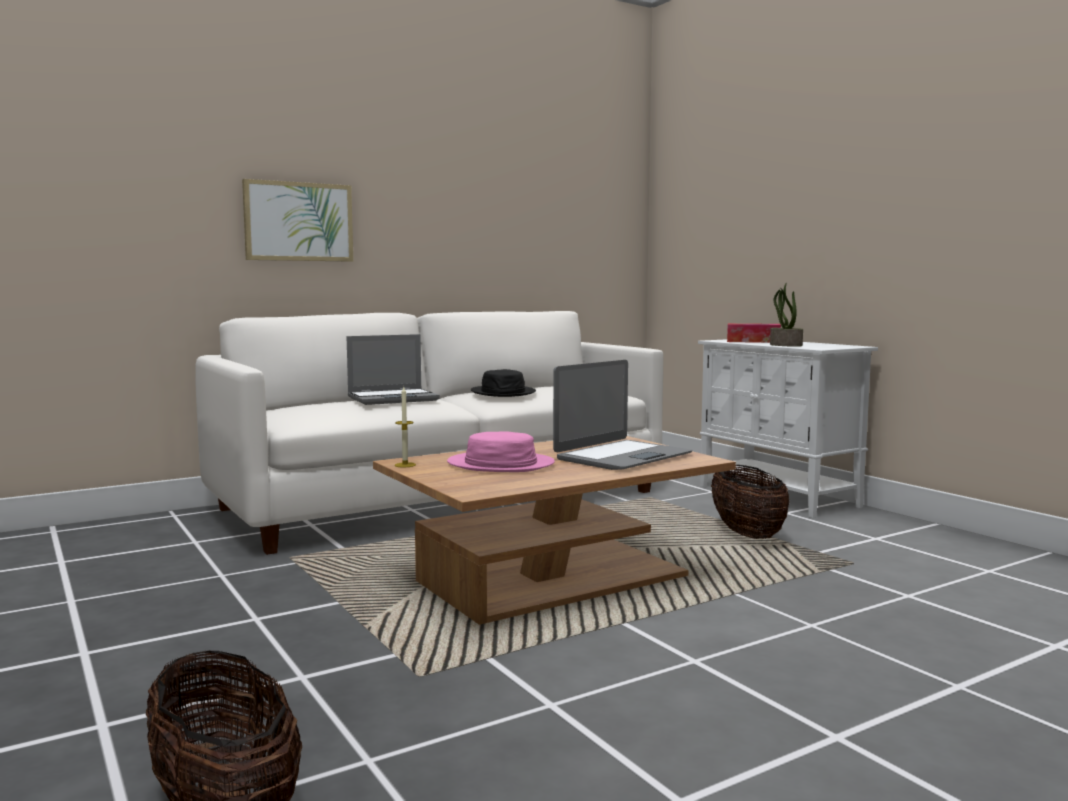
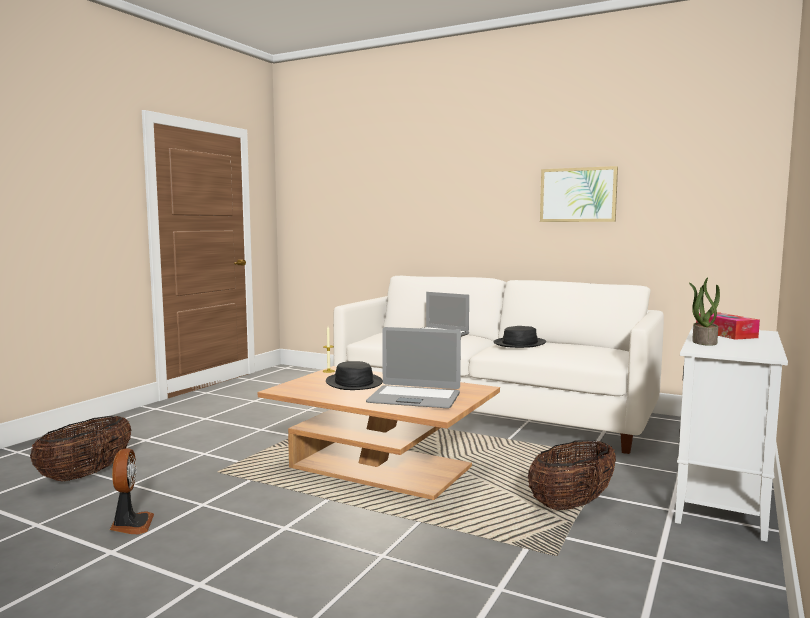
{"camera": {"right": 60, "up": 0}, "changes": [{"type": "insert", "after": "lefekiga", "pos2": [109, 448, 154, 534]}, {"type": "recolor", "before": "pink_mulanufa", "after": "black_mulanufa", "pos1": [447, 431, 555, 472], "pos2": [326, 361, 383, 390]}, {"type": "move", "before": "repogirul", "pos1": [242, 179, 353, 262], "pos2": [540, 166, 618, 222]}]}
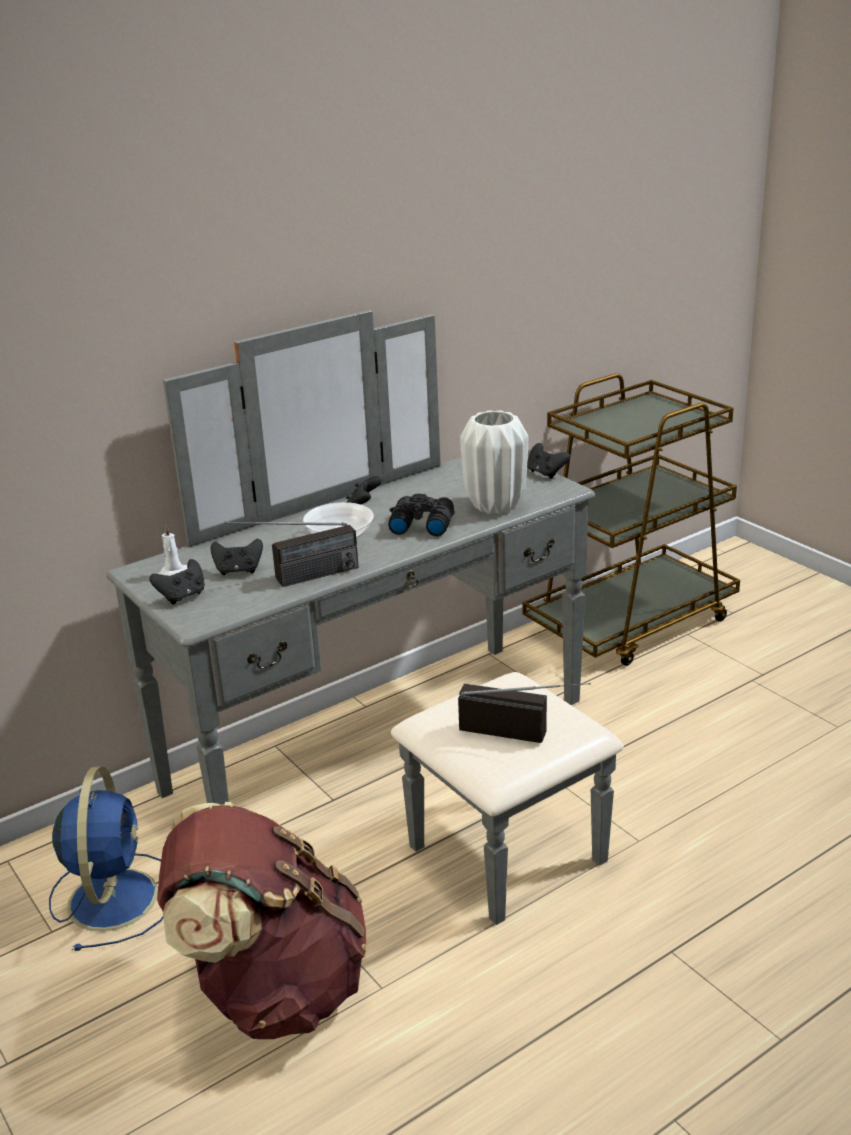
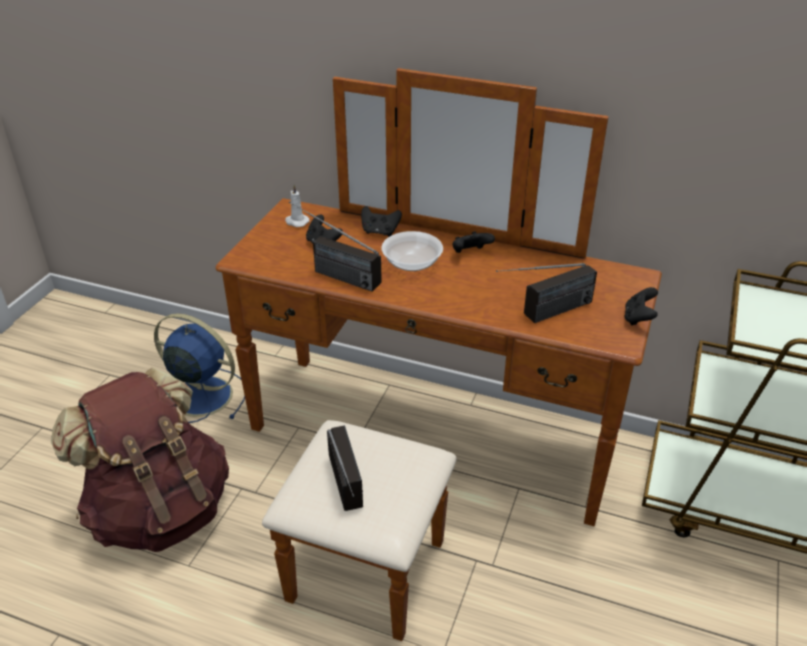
{"camera": {"right": 55, "up": 10}, "changes": [{"type": "rotate", "before": "blue_lefekiga", "pos1": [49, 766, 163, 951], "pos2": [154, 313, 245, 423], "turn": -120}, {"type": "recolor", "before": "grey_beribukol", "after": "brown_beribukol", "pos1": [106, 310, 624, 925], "pos2": [216, 68, 662, 641]}, {"type": "move", "before": "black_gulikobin", "pos1": [149, 559, 205, 604], "pos2": [361, 206, 402, 237]}, {"type": "replace", "before": "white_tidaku", "after": "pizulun", "pos1": [460, 410, 528, 514], "pos2": [496, 263, 597, 323]}, {"type": "delete", "before": "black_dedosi", "pos1": [389, 494, 455, 536]}]}
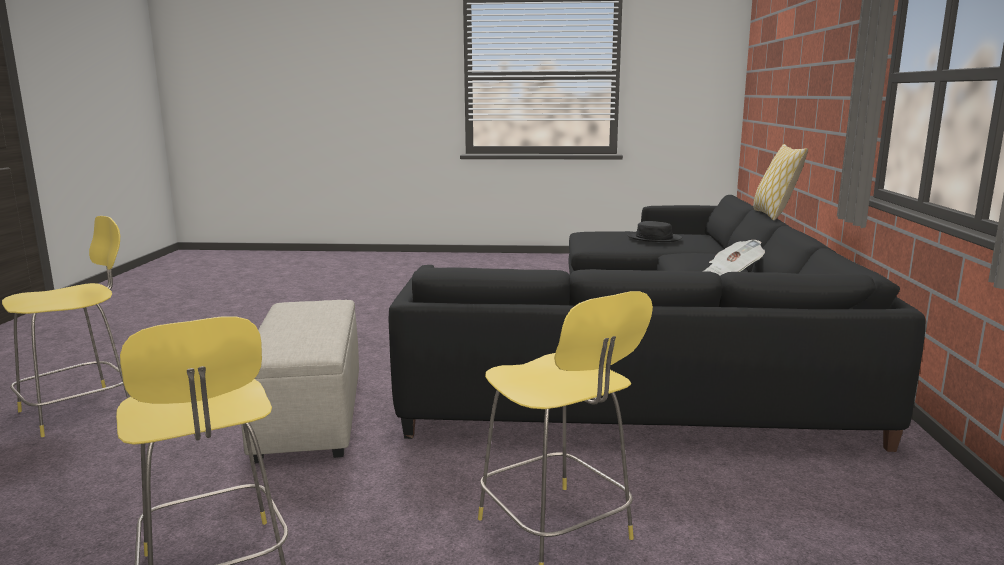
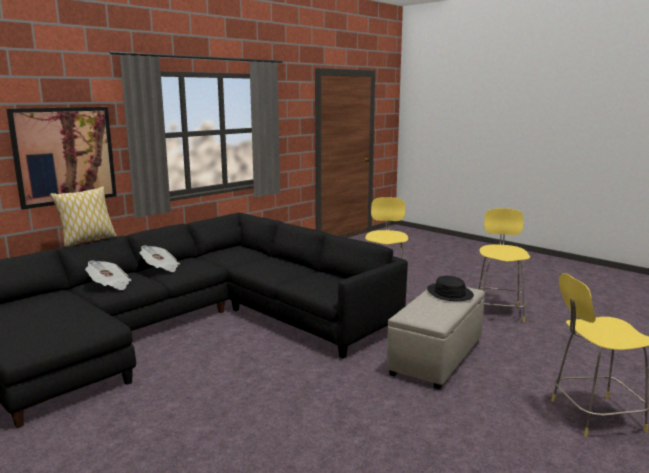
{"camera": {"right": -140, "up": 0}, "changes": [{"type": "insert", "after": "repogirul", "pos2": [7, 107, 117, 209]}, {"type": "insert", "after": "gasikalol", "pos2": [85, 261, 131, 290]}, {"type": "move", "before": "black_mulanufa", "pos1": [627, 221, 682, 242], "pos2": [427, 276, 474, 301]}]}
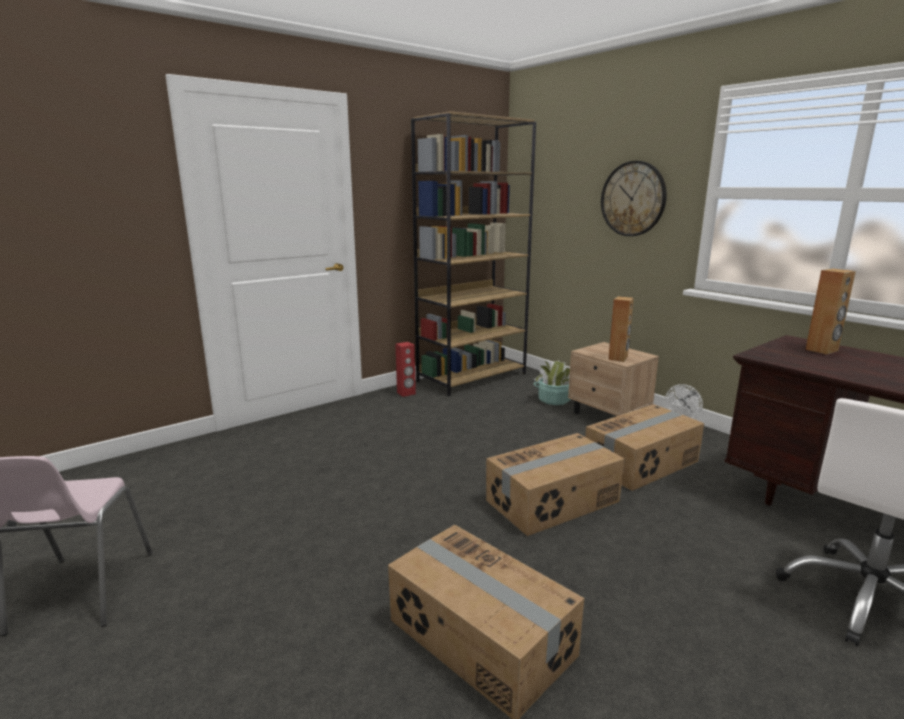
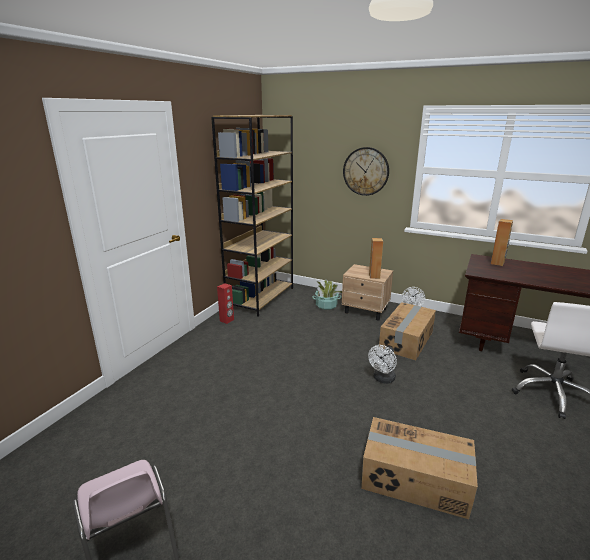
{"camera": {"right": -25, "up": 5}, "changes": [{"type": "replace", "before": "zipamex", "after": "white_lefekiga", "pos1": [486, 433, 625, 536], "pos2": [368, 345, 397, 384]}]}
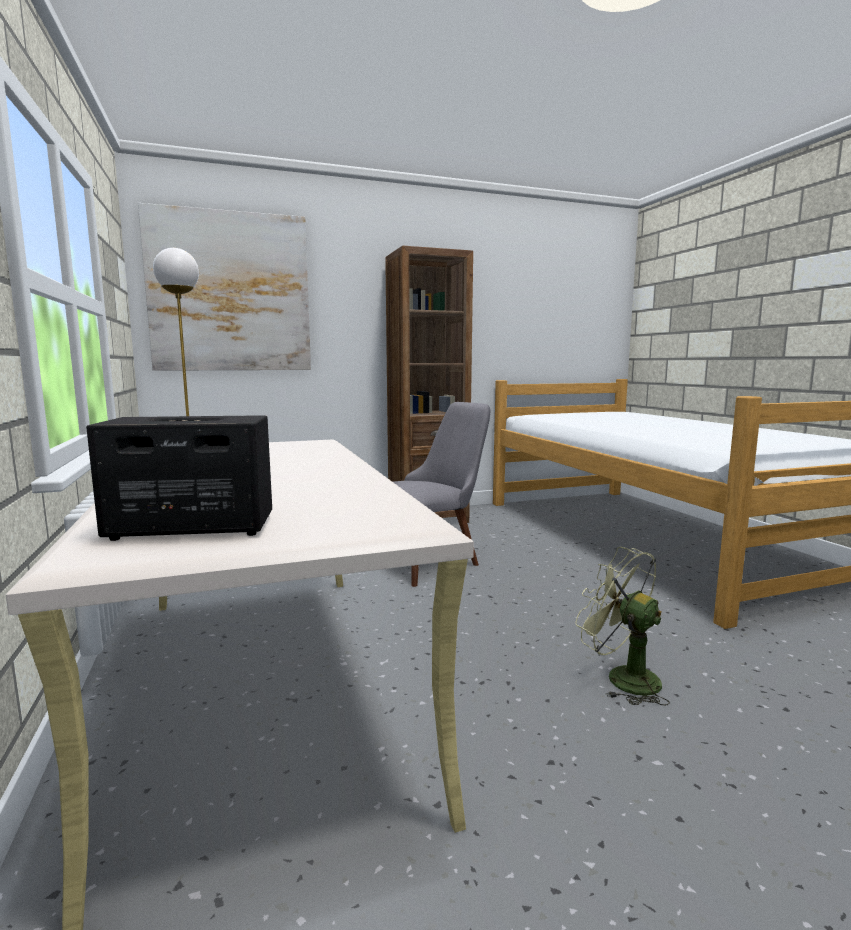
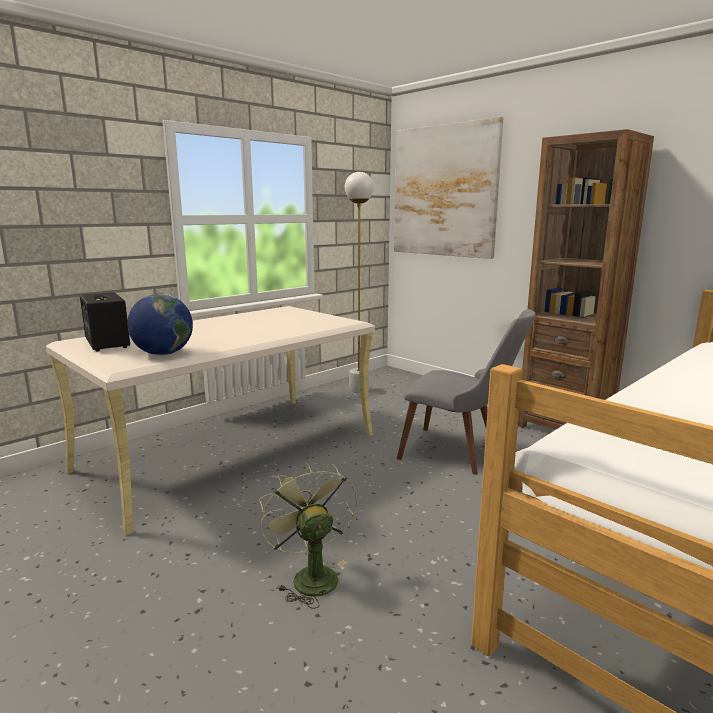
{"camera": {"right": 65, "up": 5}, "changes": [{"type": "insert", "after": "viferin", "pos2": [127, 294, 193, 355]}, {"type": "rotate", "before": "green_lefekiga", "pos1": [575, 547, 670, 705], "pos2": [259, 462, 357, 609], "turn": -45}]}
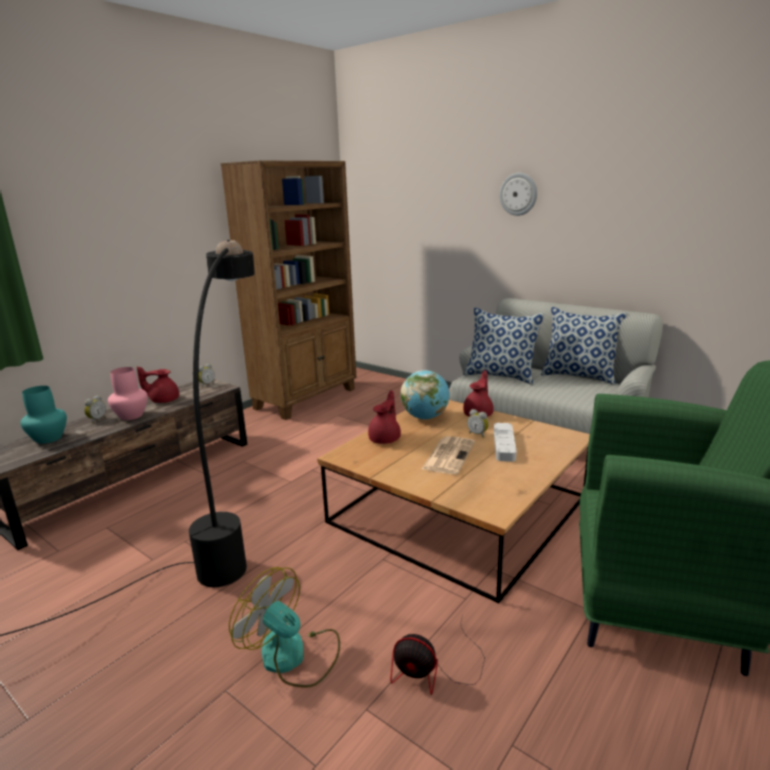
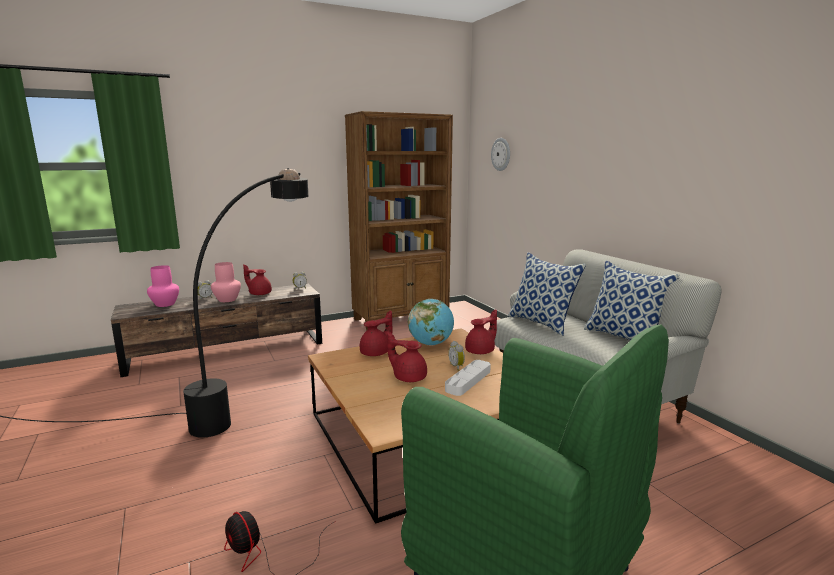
{"camera": {"right": 25, "up": -5}, "changes": [{"type": "recolor", "before": "turquoise_tidaku", "after": "pink_tidaku", "pos1": [20, 386, 67, 444], "pos2": [147, 265, 179, 307]}, {"type": "replace", "before": "gasikalol", "after": "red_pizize", "pos1": [422, 436, 475, 475], "pos2": [387, 332, 427, 382]}, {"type": "move", "before": "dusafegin", "pos1": [499, 173, 537, 216], "pos2": [491, 138, 510, 171]}, {"type": "delete", "before": "lefekiga", "pos1": [229, 567, 340, 688]}]}
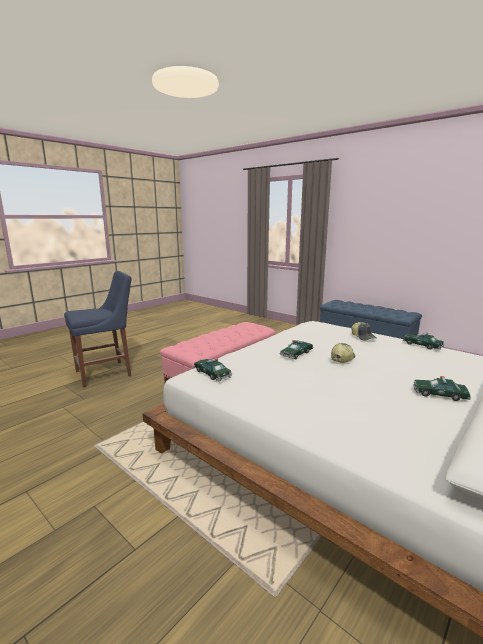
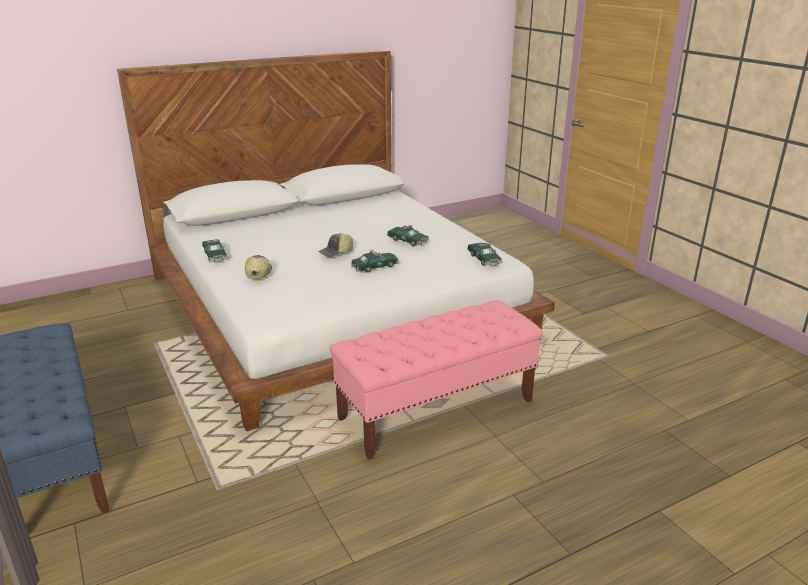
{"camera": {"right": -160, "up": 10}, "changes": [{"type": "move", "before": "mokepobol", "pos1": [413, 376, 471, 401], "pos2": [387, 225, 429, 247]}, {"type": "delete", "before": "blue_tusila", "pos1": [64, 271, 131, 387]}]}
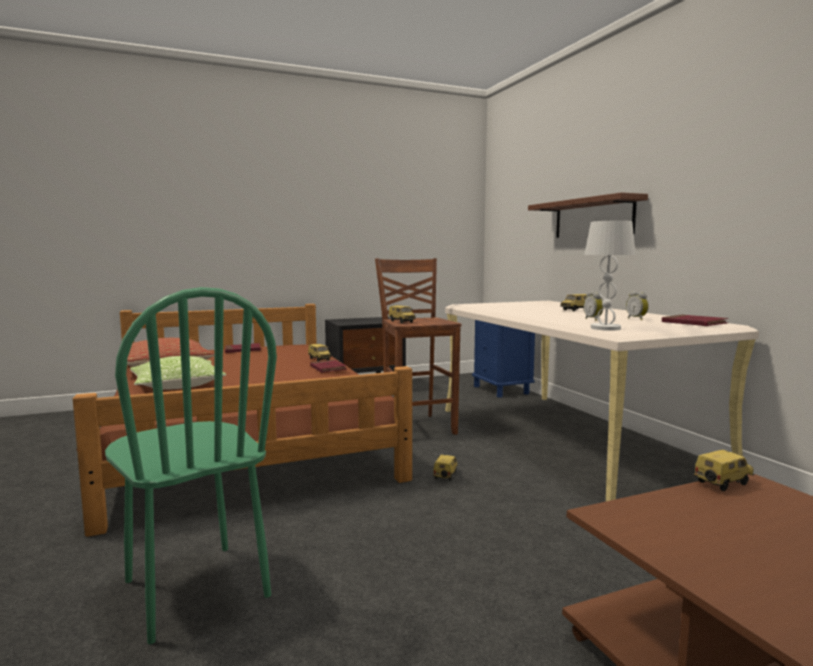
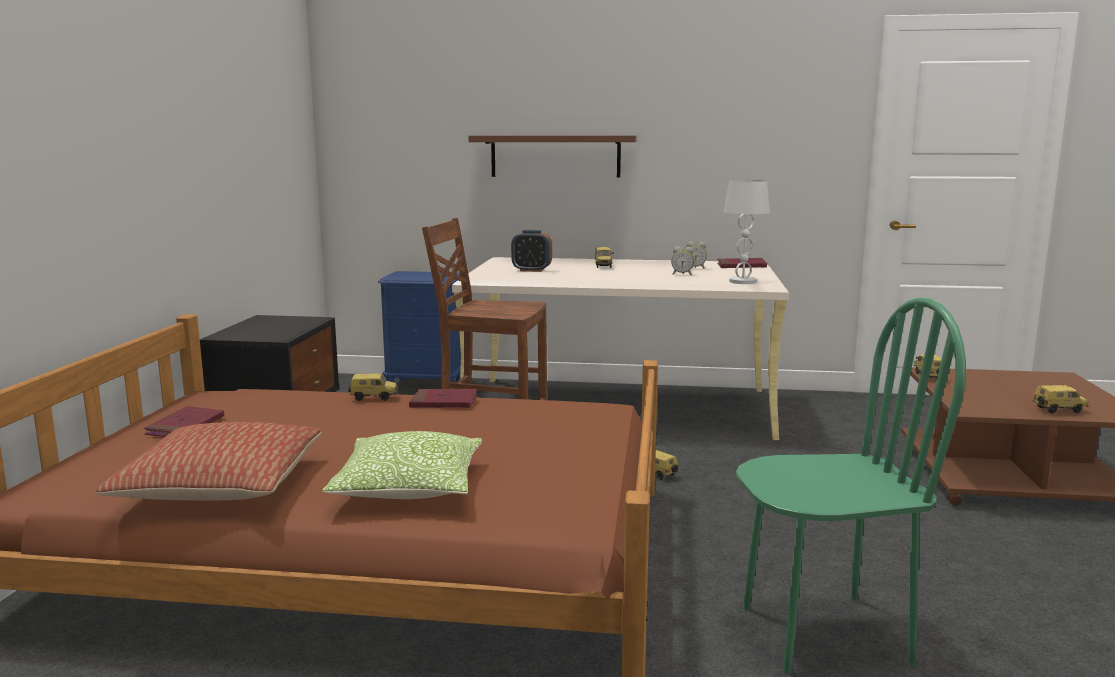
{"camera": {"right": -60, "up": 5}, "changes": [{"type": "insert", "after": "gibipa", "pos2": [511, 230, 552, 272]}, {"type": "move", "before": "mokepobol", "pos1": [388, 305, 416, 323], "pos2": [1033, 385, 1089, 414]}]}
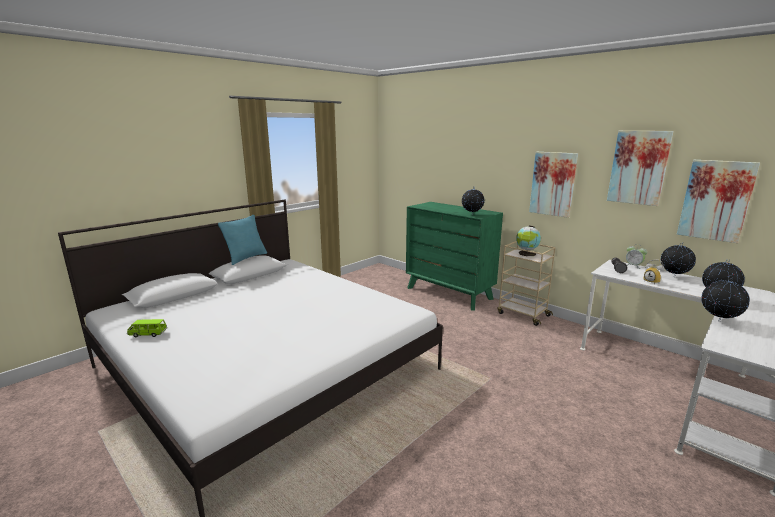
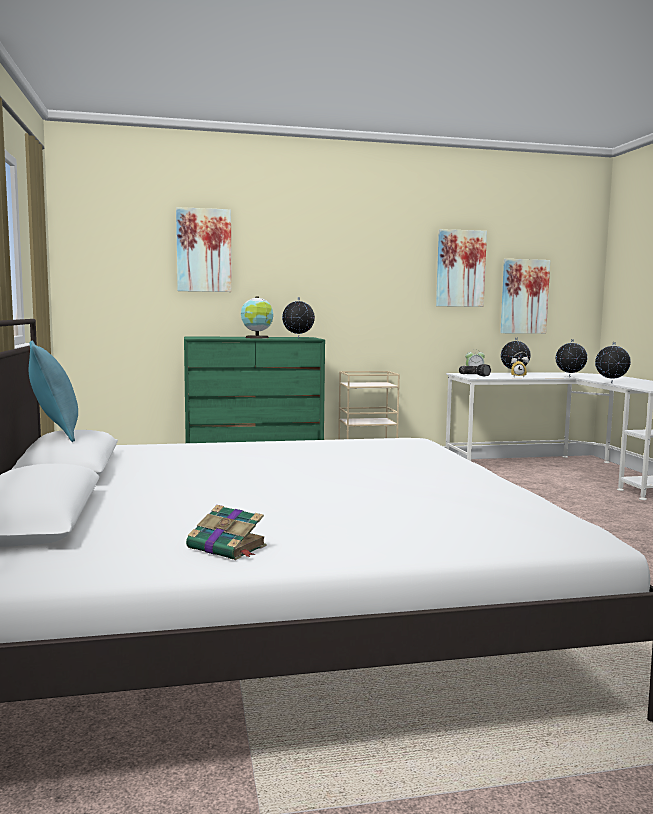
{"camera": {"right": -55, "up": -10}, "changes": [{"type": "move", "before": "repogirul", "pos1": [529, 152, 578, 218], "pos2": [176, 207, 232, 292]}, {"type": "replace", "before": "green_mokepobol", "after": "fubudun", "pos1": [127, 319, 167, 337], "pos2": [186, 505, 266, 560]}, {"type": "move", "before": "viferin", "pos1": [516, 226, 541, 256], "pos2": [241, 296, 273, 339]}]}
